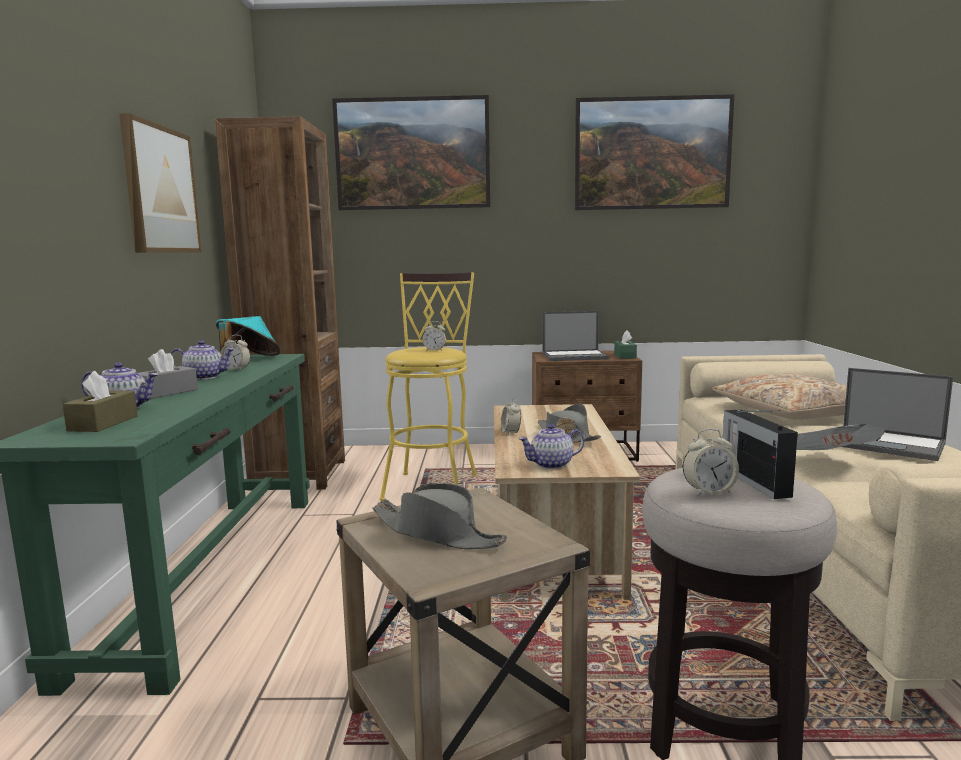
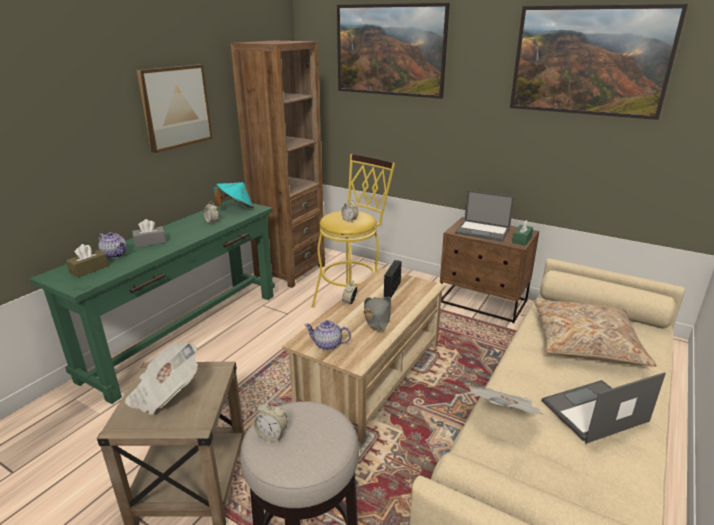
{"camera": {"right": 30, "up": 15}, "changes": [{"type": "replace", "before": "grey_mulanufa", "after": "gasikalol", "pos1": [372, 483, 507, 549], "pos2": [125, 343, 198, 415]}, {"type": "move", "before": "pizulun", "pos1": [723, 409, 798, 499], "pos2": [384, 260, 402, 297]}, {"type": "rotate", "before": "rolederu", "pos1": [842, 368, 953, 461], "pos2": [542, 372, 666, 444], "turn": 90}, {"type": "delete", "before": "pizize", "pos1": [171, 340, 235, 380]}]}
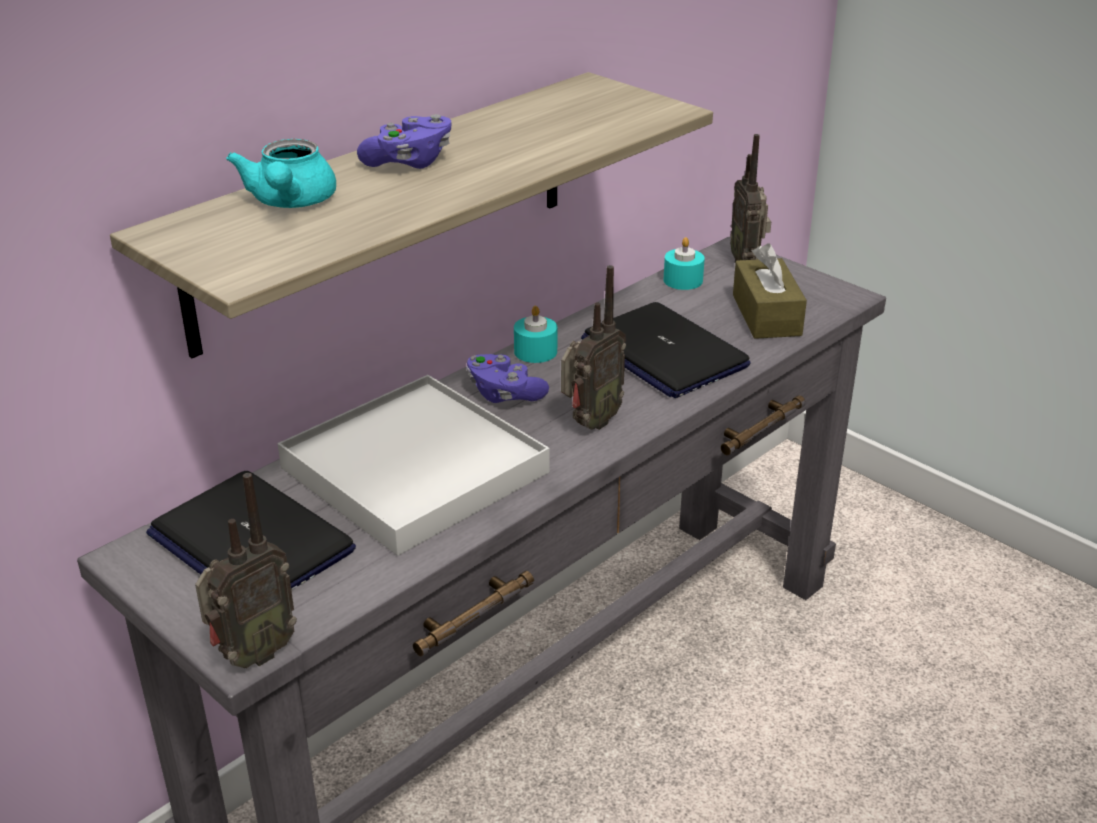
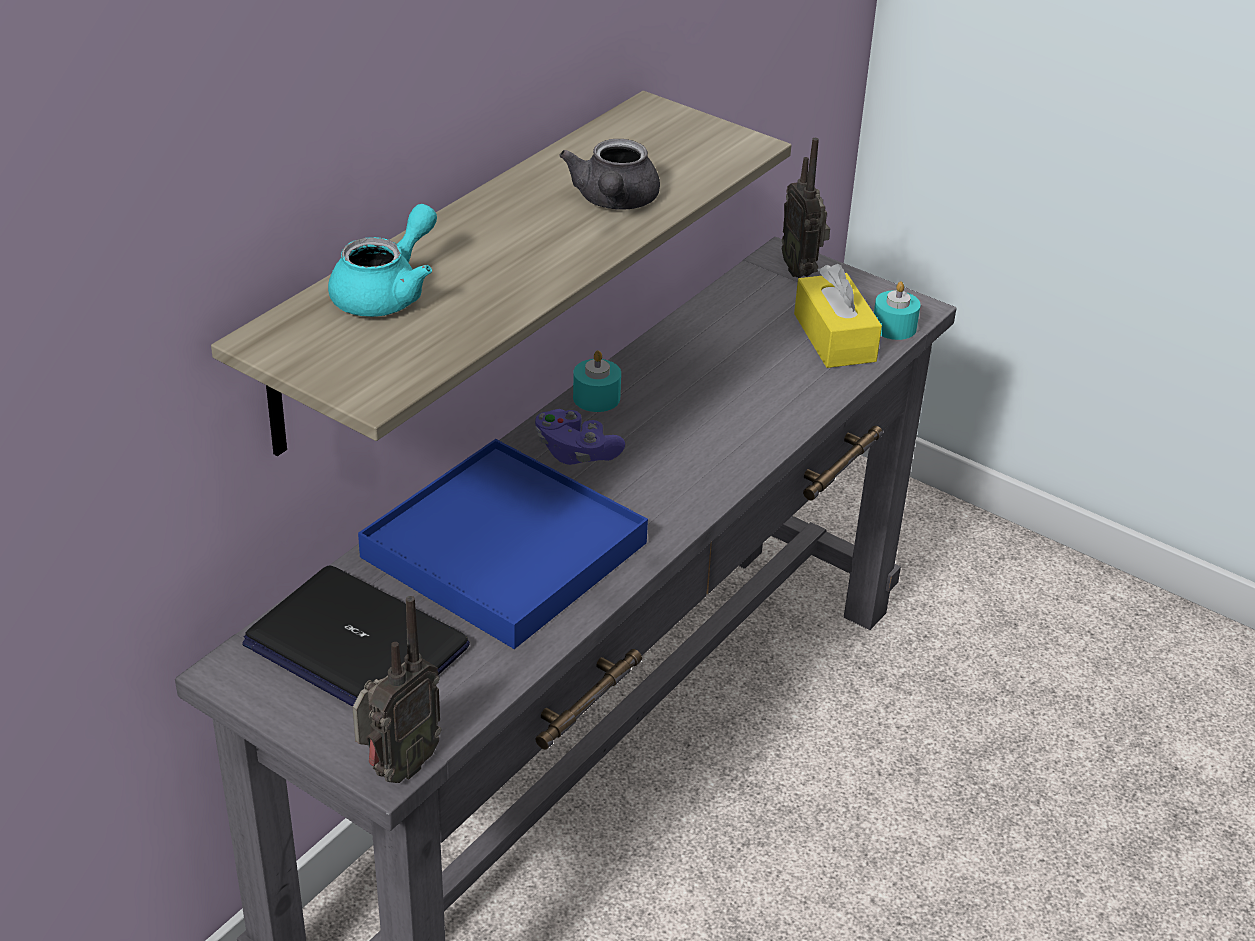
{"camera": {"right": -10, "up": 5}, "changes": [{"type": "rotate", "before": "turquoise_pizize", "pos1": [226, 139, 336, 208], "pos2": [328, 204, 437, 317], "turn": -135}, {"type": "recolor", "before": "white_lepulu", "after": "blue_lepulu", "pos1": [278, 375, 550, 556], "pos2": [358, 439, 648, 649]}, {"type": "insert", "after": "grey_pizize", "pos2": [559, 139, 660, 209]}, {"type": "recolor", "before": "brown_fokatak", "after": "yellow_fokatak", "pos1": [733, 243, 807, 339], "pos2": [794, 264, 882, 368]}, {"type": "move", "before": "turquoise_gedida", "pos1": [664, 237, 705, 290], "pos2": [874, 281, 920, 340]}, {"type": "delete", "before": "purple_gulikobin", "pos1": [357, 114, 452, 169]}, {"type": "delete", "before": "pizulun", "pos1": [561, 265, 626, 430]}, {"type": "delete", "before": "rolederu", "pos1": [581, 302, 751, 398]}]}
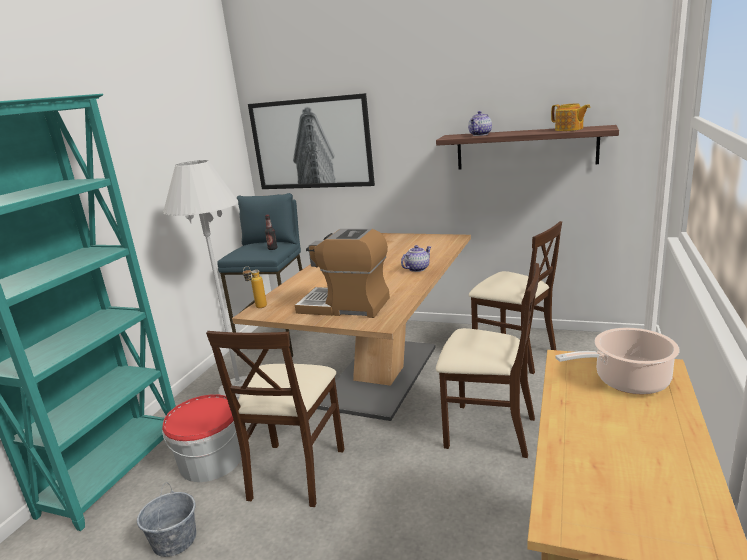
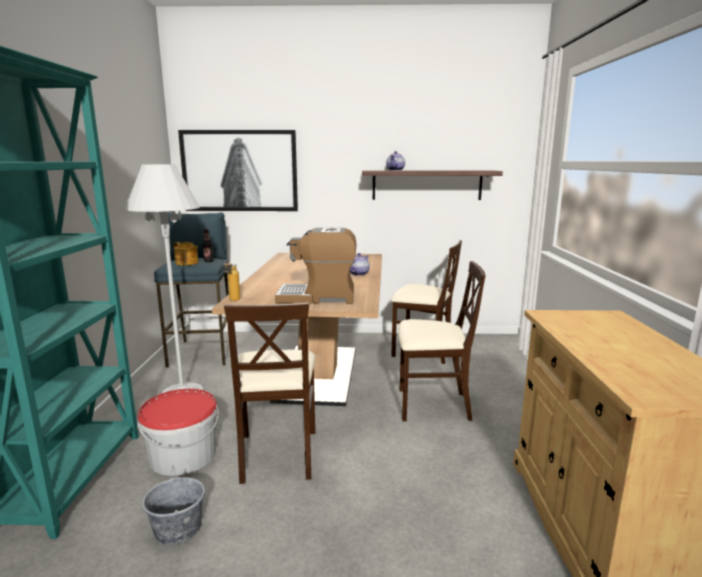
{"camera": {"right": -20, "up": -5}, "changes": [{"type": "move", "before": "pizize", "pos1": [551, 103, 590, 131], "pos2": [174, 242, 198, 266]}, {"type": "delete", "before": "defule", "pos1": [555, 328, 680, 394]}]}
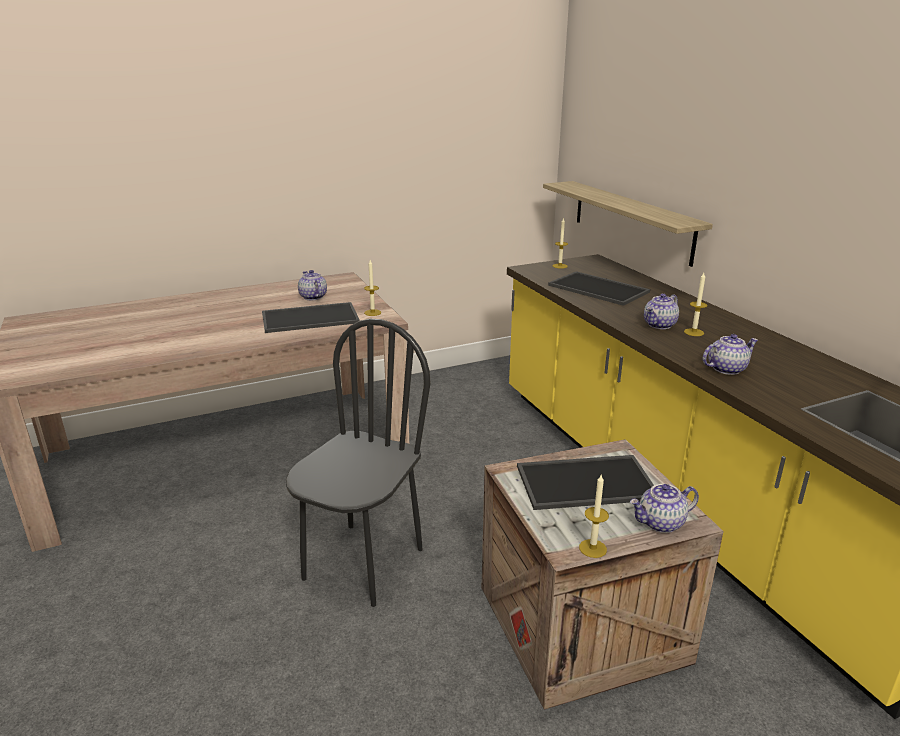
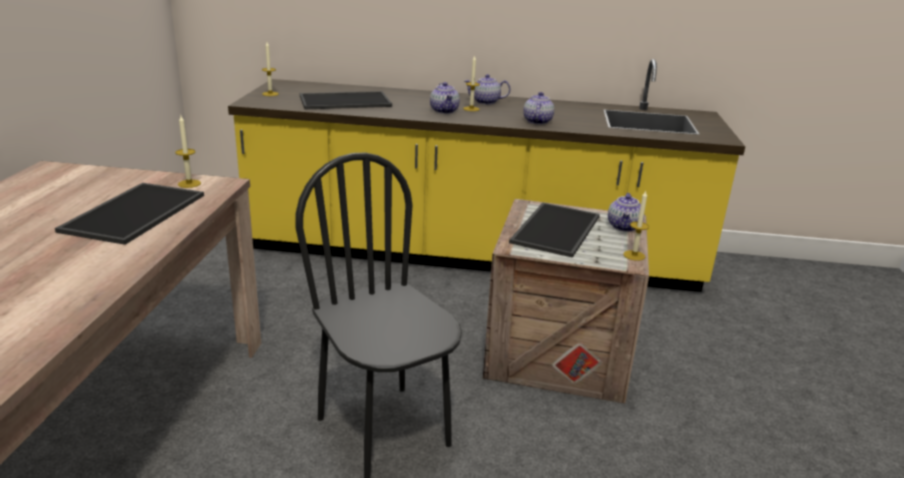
{"camera": {"right": -60, "up": 0}, "changes": [{"type": "move", "before": "pizize", "pos1": [298, 270, 327, 300], "pos2": [464, 74, 511, 105]}, {"type": "delete", "before": "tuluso", "pos1": [543, 181, 713, 267]}]}
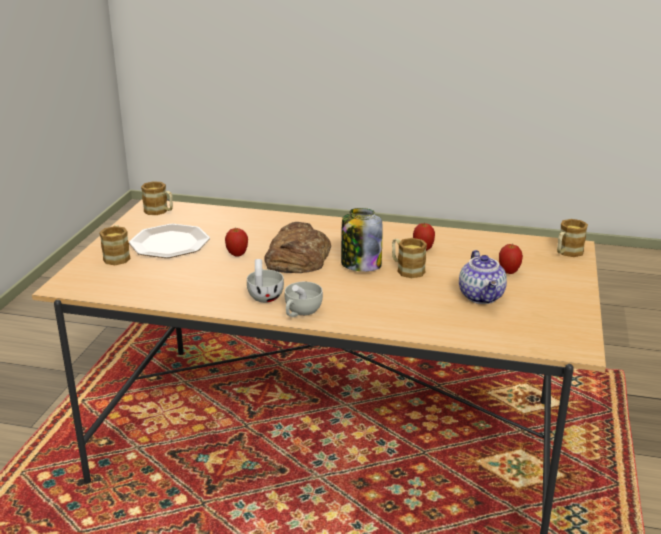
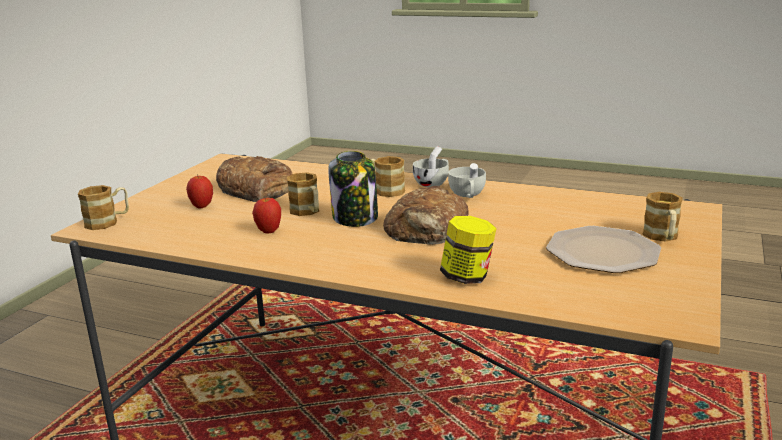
{"camera": {"right": -170, "up": -5}, "changes": [{"type": "replace", "before": "pizize", "after": "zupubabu", "pos1": [459, 250, 507, 304], "pos2": [216, 156, 292, 202]}, {"type": "move", "before": "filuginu", "pos1": [141, 181, 173, 215], "pos2": [370, 156, 405, 197]}, {"type": "insert", "after": "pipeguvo", "pos2": [440, 216, 497, 284]}, {"type": "delete", "before": "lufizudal", "pos1": [225, 228, 248, 257]}]}
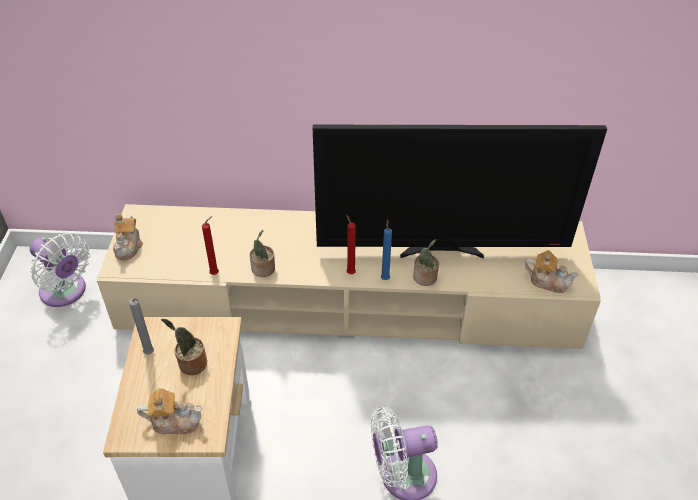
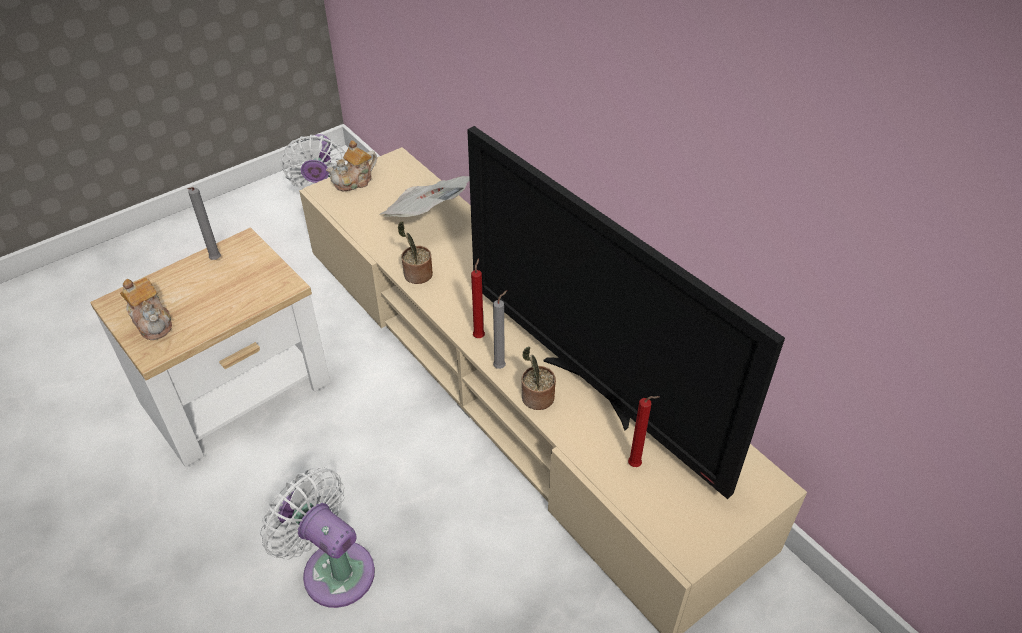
{"camera": {"right": 50, "up": 0}, "changes": [{"type": "insert", "after": "gasikalol", "pos2": [379, 176, 470, 217]}, {"type": "recolor", "before": "blue_gedida", "after": "grey_gedida", "pos1": [381, 219, 392, 280], "pos2": [493, 290, 507, 369]}, {"type": "move", "before": "red_gedida", "pos1": [202, 216, 219, 275], "pos2": [628, 396, 659, 467]}, {"type": "delete", "before": "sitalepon", "pos1": [161, 318, 207, 375]}, {"type": "delete", "before": "pizize", "pos1": [525, 250, 578, 293]}]}
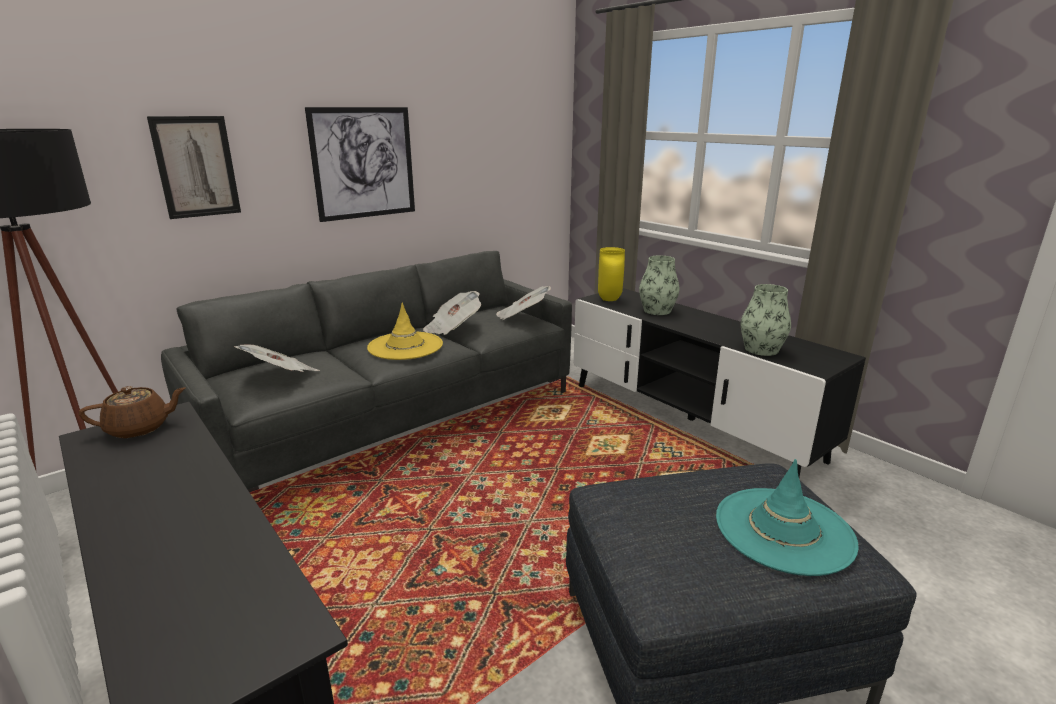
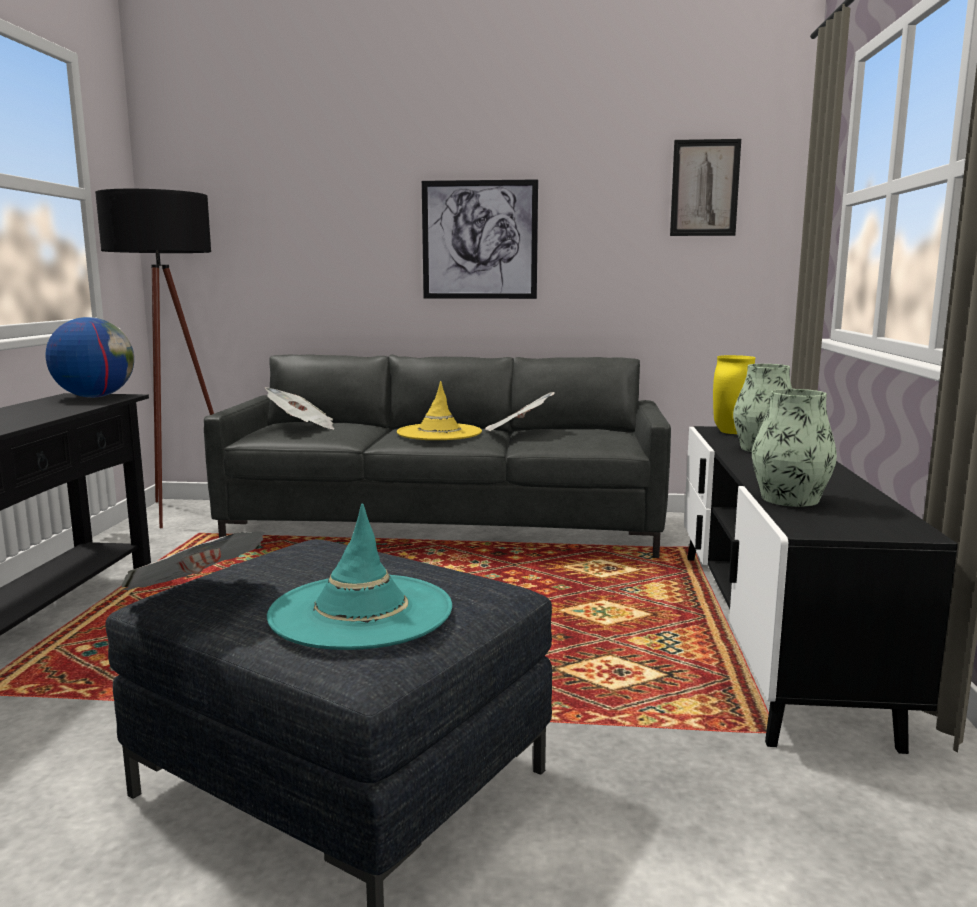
{"camera": {"right": 45, "up": -10}, "changes": [{"type": "replace", "before": "brown_pizize", "after": "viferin", "pos1": [79, 386, 185, 438], "pos2": [45, 317, 134, 398]}, {"type": "move", "before": "gasikalol", "pos1": [496, 286, 551, 320], "pos2": [121, 531, 265, 590]}, {"type": "move", "before": "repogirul", "pos1": [147, 116, 241, 219], "pos2": [670, 139, 741, 236]}]}
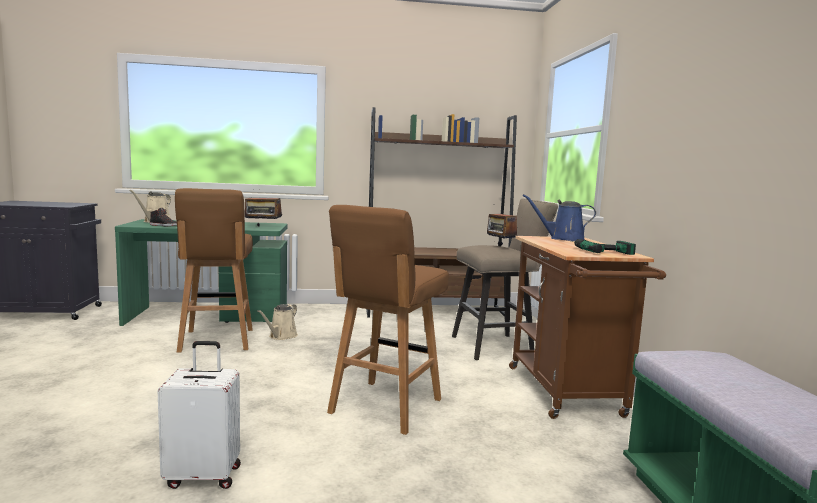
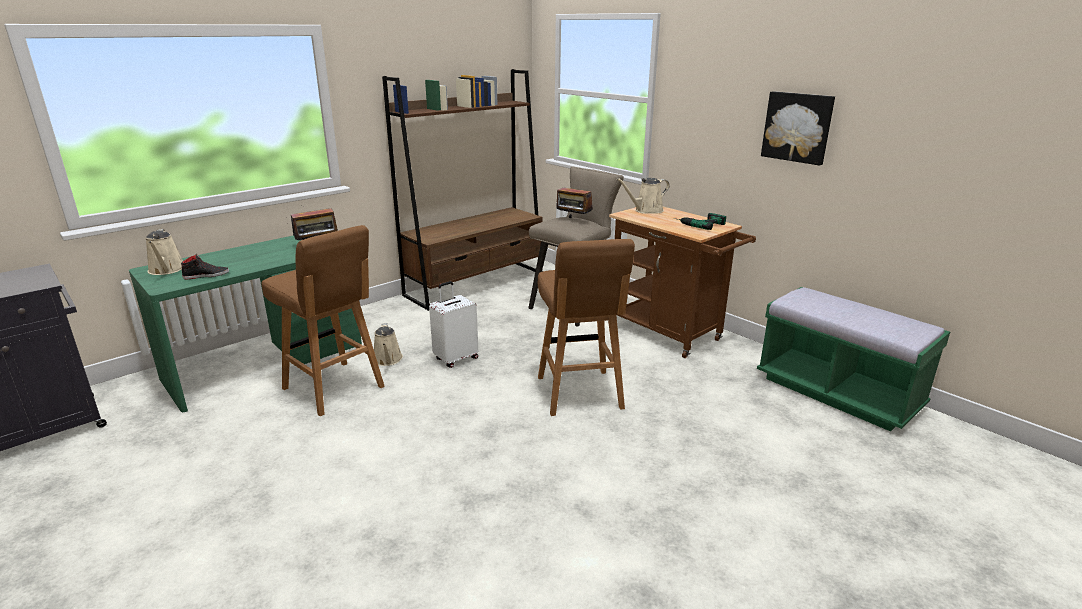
{"camera": {"right": -35, "up": 15}, "changes": [{"type": "move", "before": "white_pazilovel", "pos1": [158, 341, 241, 489], "pos2": [429, 281, 478, 368]}, {"type": "recolor", "before": "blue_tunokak", "after": "beige_tunokak", "pos1": [523, 194, 596, 241], "pos2": [617, 178, 670, 214]}, {"type": "insert", "after": "repogirul", "pos2": [761, 91, 835, 166]}]}
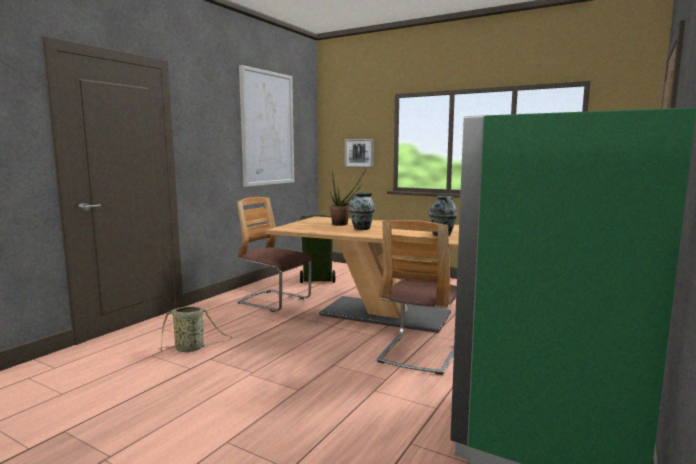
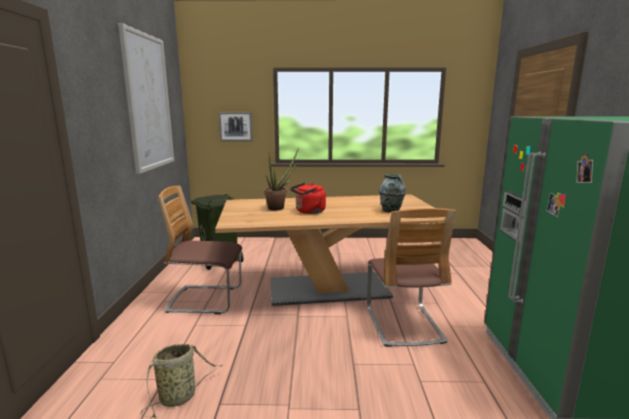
{"camera": {"right": -30, "up": 5}, "changes": [{"type": "replace", "before": "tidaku", "after": "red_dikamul", "pos1": [349, 192, 375, 230], "pos2": [290, 183, 326, 214]}]}
